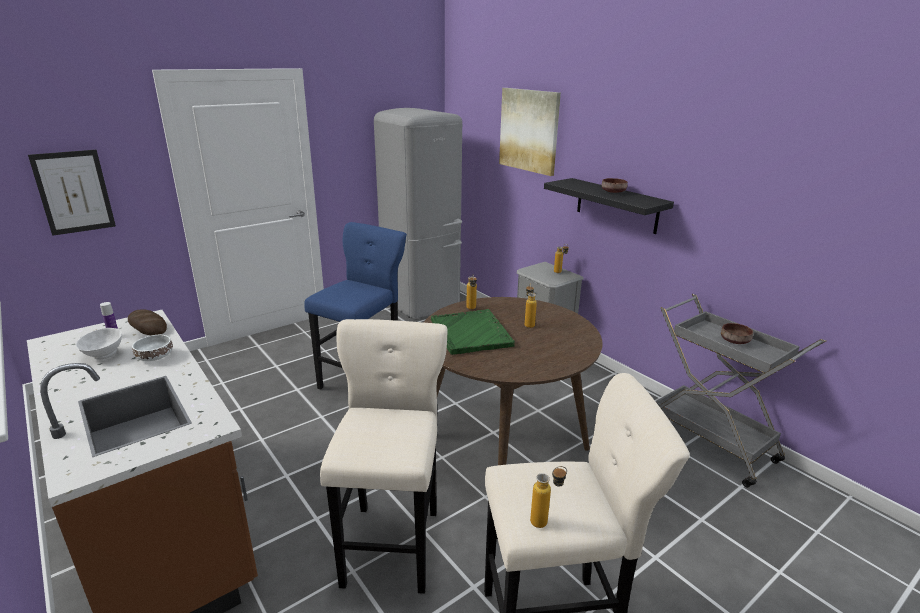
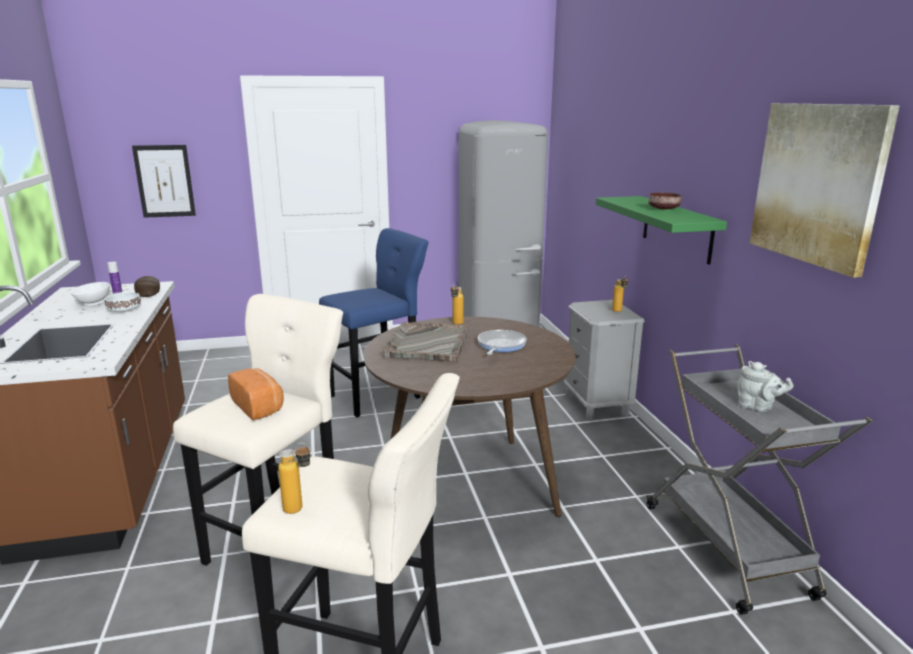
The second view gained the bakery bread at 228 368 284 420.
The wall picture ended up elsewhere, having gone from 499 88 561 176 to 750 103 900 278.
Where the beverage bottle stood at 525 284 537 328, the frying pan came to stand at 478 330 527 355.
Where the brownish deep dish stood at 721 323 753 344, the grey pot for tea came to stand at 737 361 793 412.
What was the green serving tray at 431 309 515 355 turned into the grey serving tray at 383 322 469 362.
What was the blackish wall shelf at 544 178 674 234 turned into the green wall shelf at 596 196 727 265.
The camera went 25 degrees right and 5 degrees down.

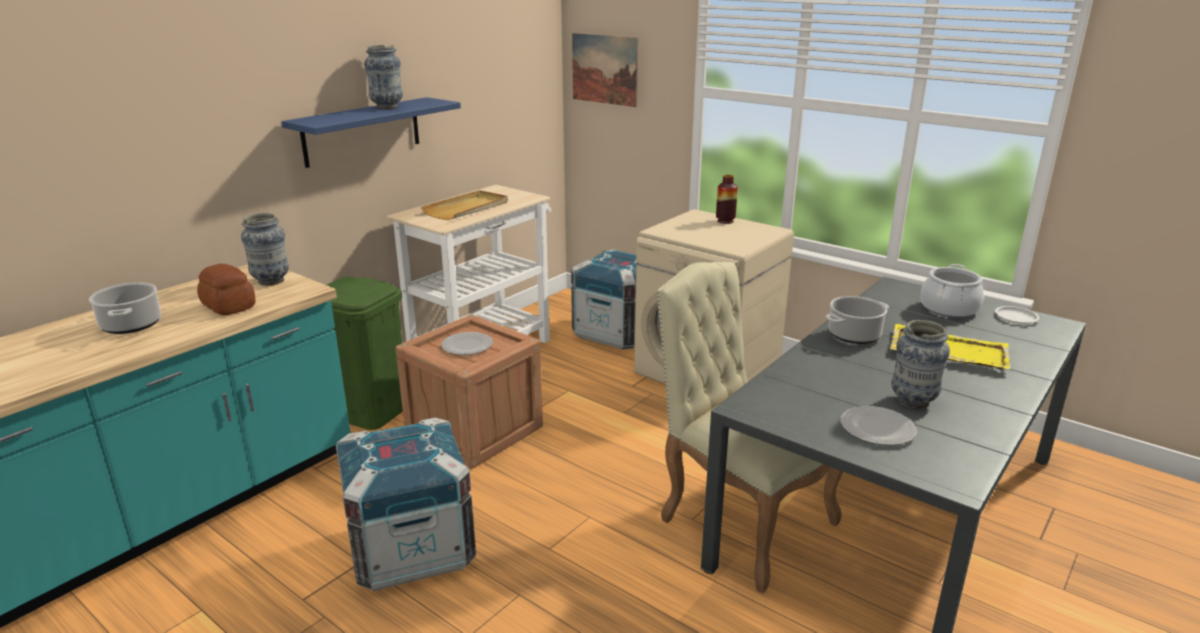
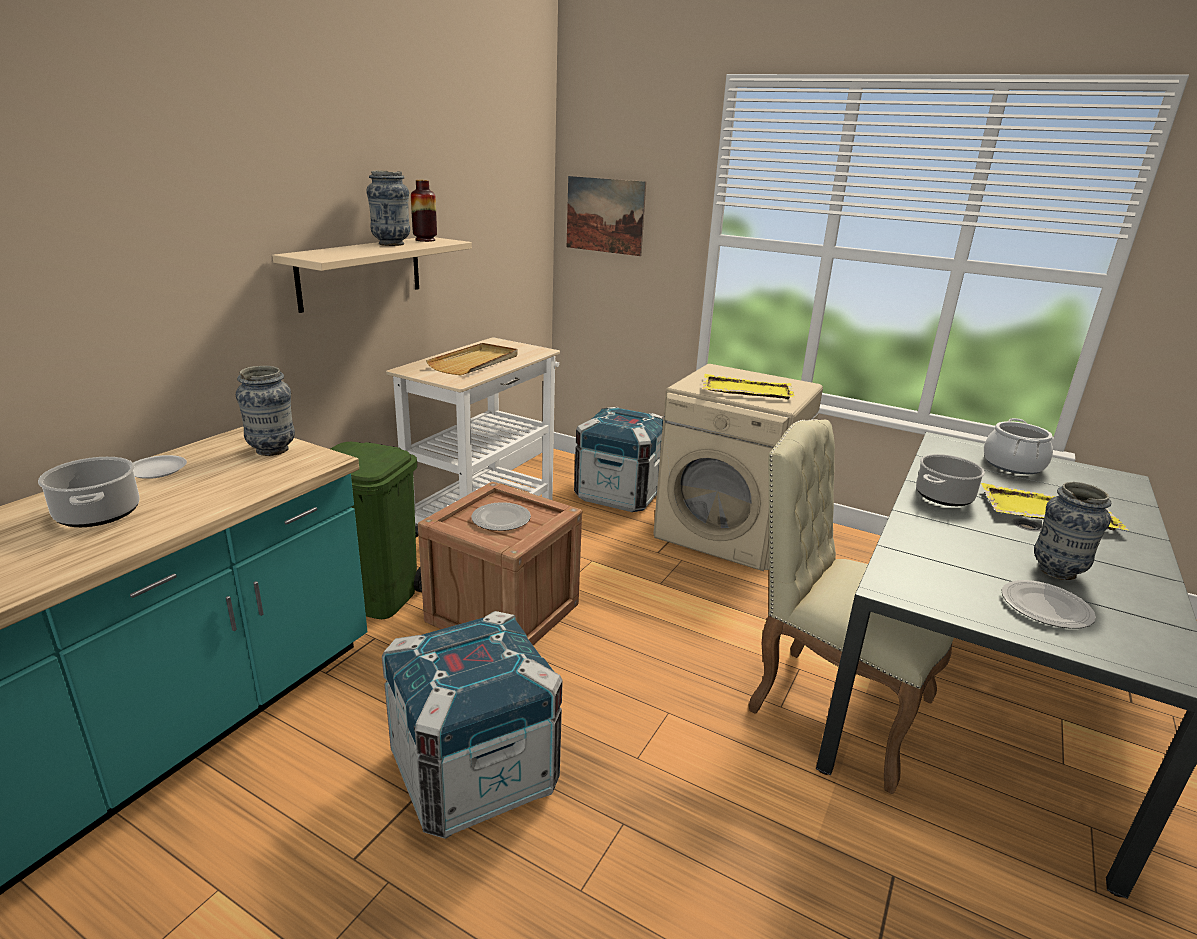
The second view lost the bakery bread at 197 264 256 315.
The second view gained the yellow-coloured serving tray at 702 374 795 399.
The flower vase ended up elsewhere, having gone from 716 175 738 224 to 411 180 437 242.
The white plate ended up elsewhere, having gone from 995 306 1039 324 to 133 455 187 479.
What was the blue wall shelf at 281 97 461 168 turned into the beige-coloured wall shelf at 272 237 472 313.
The camera went 10 degrees left and 0 degrees up.

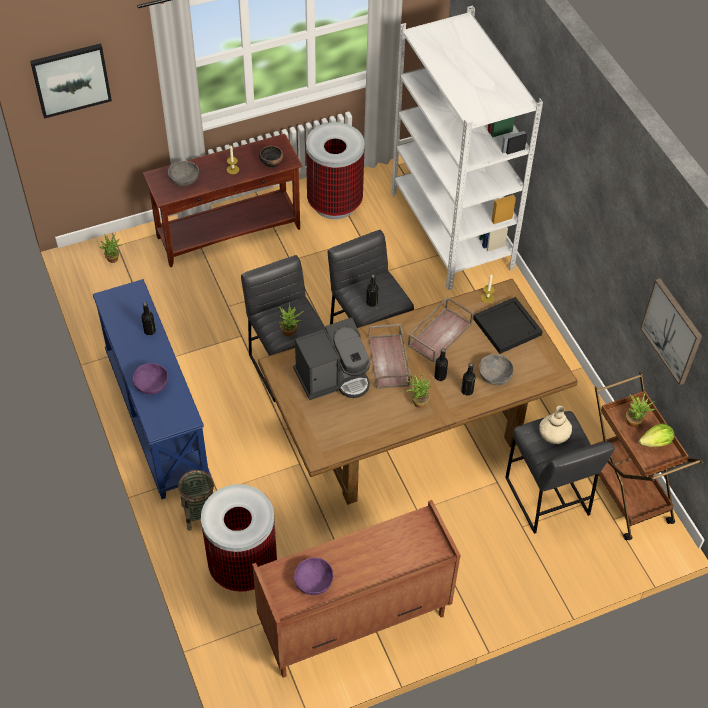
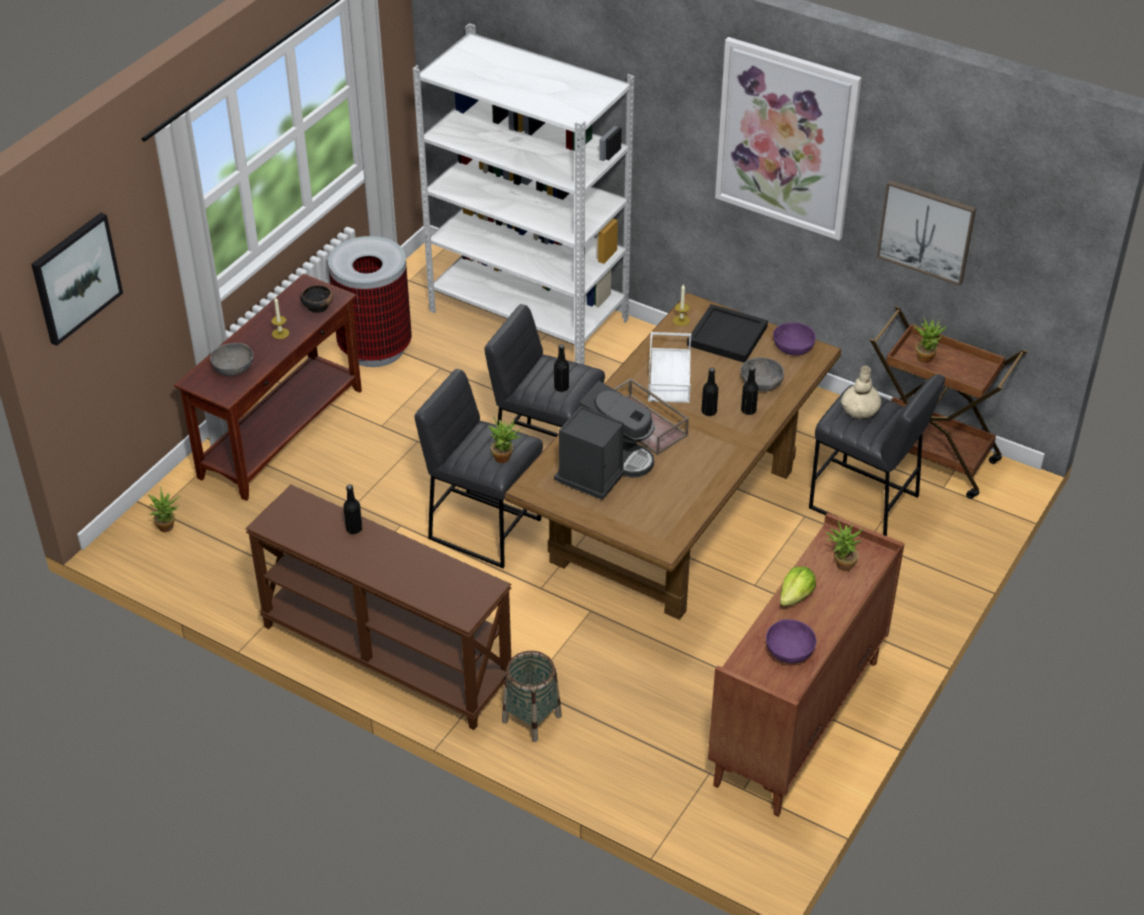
The second view lost the trash can at 201 484 277 592.
The second view gained the wall picture at 715 37 862 241.
The purplish deep dish ended up elsewhere, having gone from 133 363 168 395 to 773 322 816 356.
The plant in a pot ended up elsewhere, having gone from 405 372 431 408 to 825 520 863 571.
The lettuce head ended up elsewhere, having gone from 638 424 674 447 to 780 566 816 606.
What was the blue hall table at 93 279 211 499 turned into the brownish hall table at 245 485 511 730.
What was the brownish serving tray at 408 297 473 363 turned into the white serving tray at 648 332 691 403.
The camera went 35 degrees left and 10 degrees down.

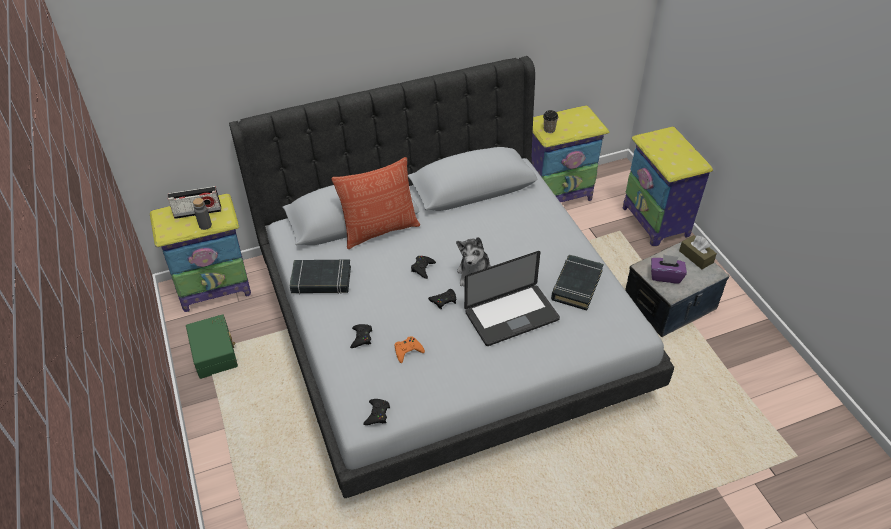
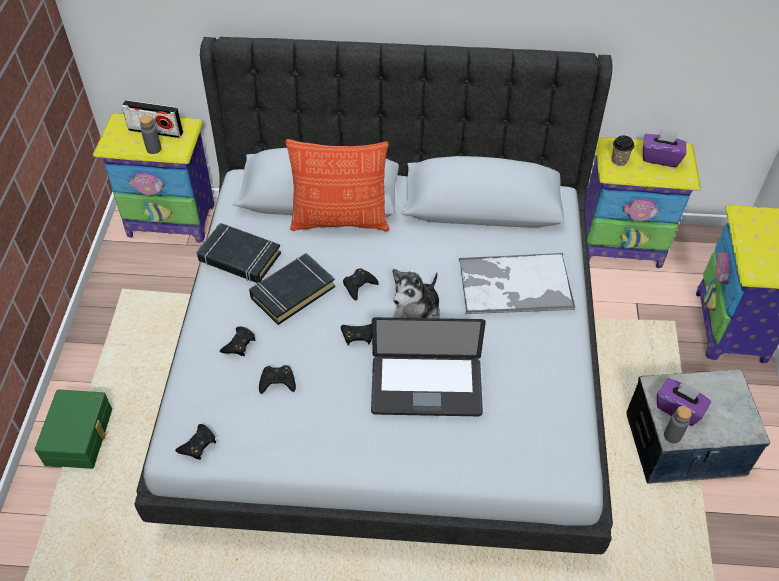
The second view lost the brownish tissue holder at 679 235 717 269.
The second view gained the serving tray at 459 253 575 314.
The second view gained the purplish tissue holder at 643 129 686 167.
The second view gained the grey beverage bottle at 664 406 692 443.
The green storage bin ended up elsewhere, having gone from 186 314 238 379 to 35 389 112 469.
The blackish bound book ended up elsewhere, having gone from 551 255 604 311 to 249 253 335 325.
What was the orangey gamepad at 394 336 425 363 turned into the blackish gamepad at 259 365 296 394.
The camera went 25 degrees right and 5 degrees up.

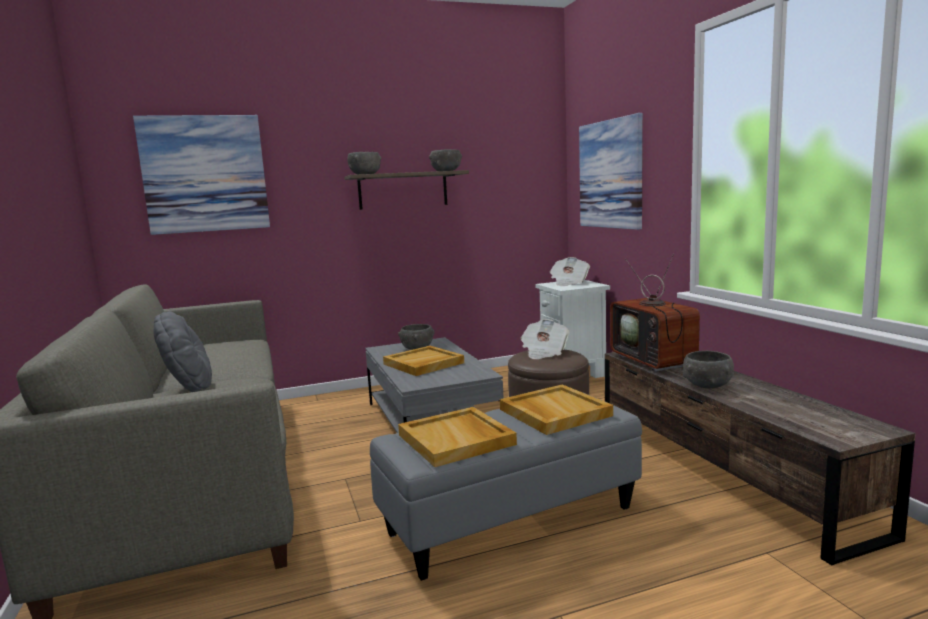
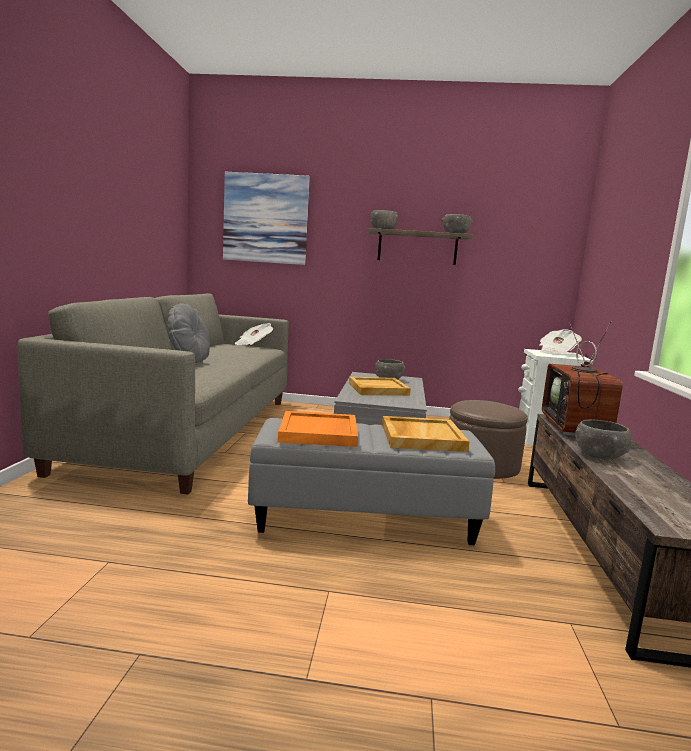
The second view lost the wall picture at 579 113 643 230.
The newspaper ended up elsewhere, having gone from 521 319 570 359 to 235 323 273 345.
What was the beige-coloured serving tray at 398 407 517 467 turned into the orangey serving tray at 278 411 358 447.
The camera went 25 degrees right and 0 degrees up.

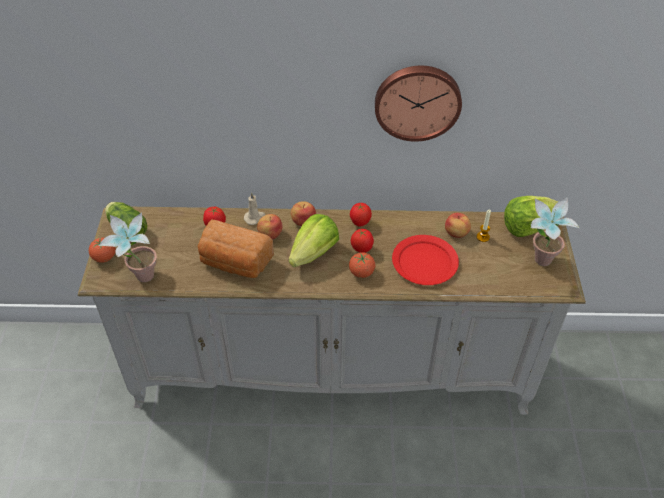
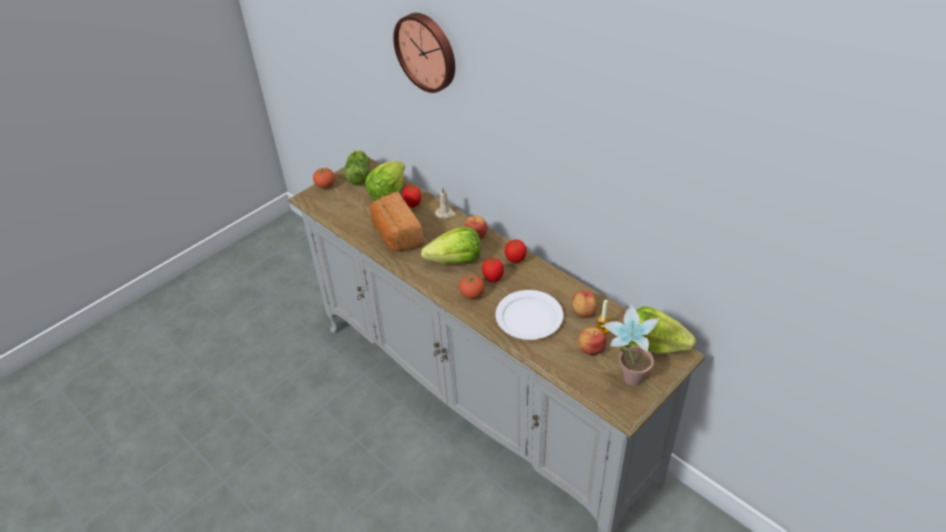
The second view lost the plant in a pot at 99 212 157 282.
The second view gained the lettuce head at 365 161 405 201.
The apple ended up elsewhere, having gone from 257 214 283 239 to 578 327 607 355.
The wall clock ended up elsewhere, having gone from 375 66 462 142 to 393 13 455 93.
What was the red-coloured plate at 392 235 459 285 turned into the white plate at 495 290 563 340.
The camera went 45 degrees right and 5 degrees down.

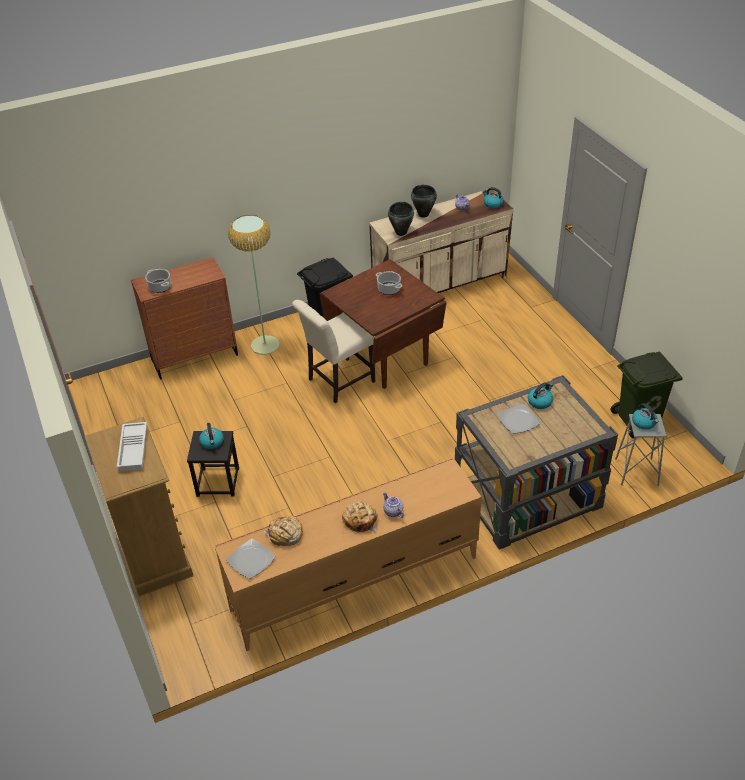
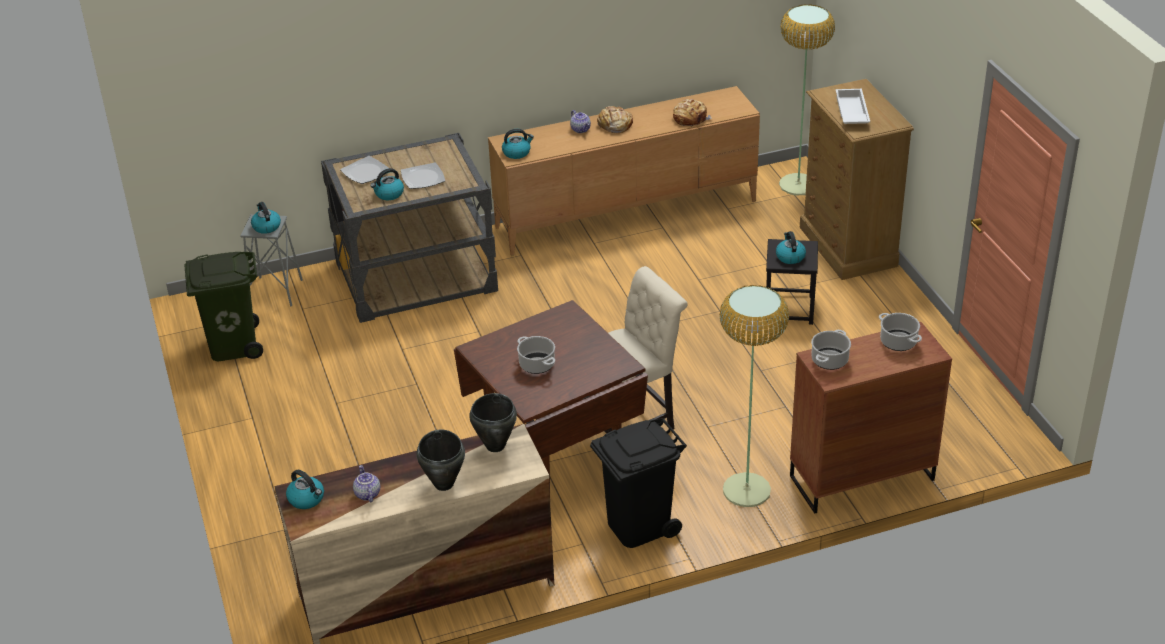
The second view gained the kettle at 502 129 534 159.
The second view gained the floor lamp at 779 4 835 195.
The second view gained the cooking pot at 811 330 851 370.
The plate ended up elsewhere, having gone from 226 538 276 579 to 340 156 388 184.
The camera went 175 degrees left and 5 degrees down.

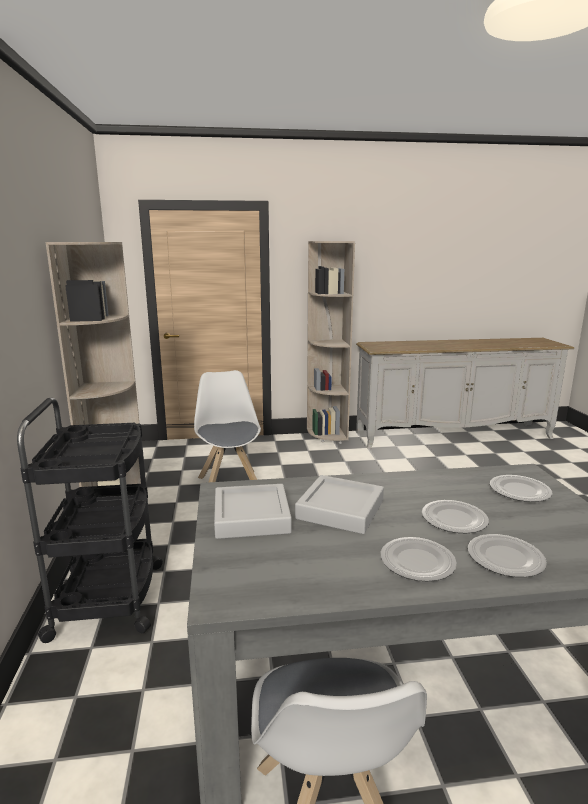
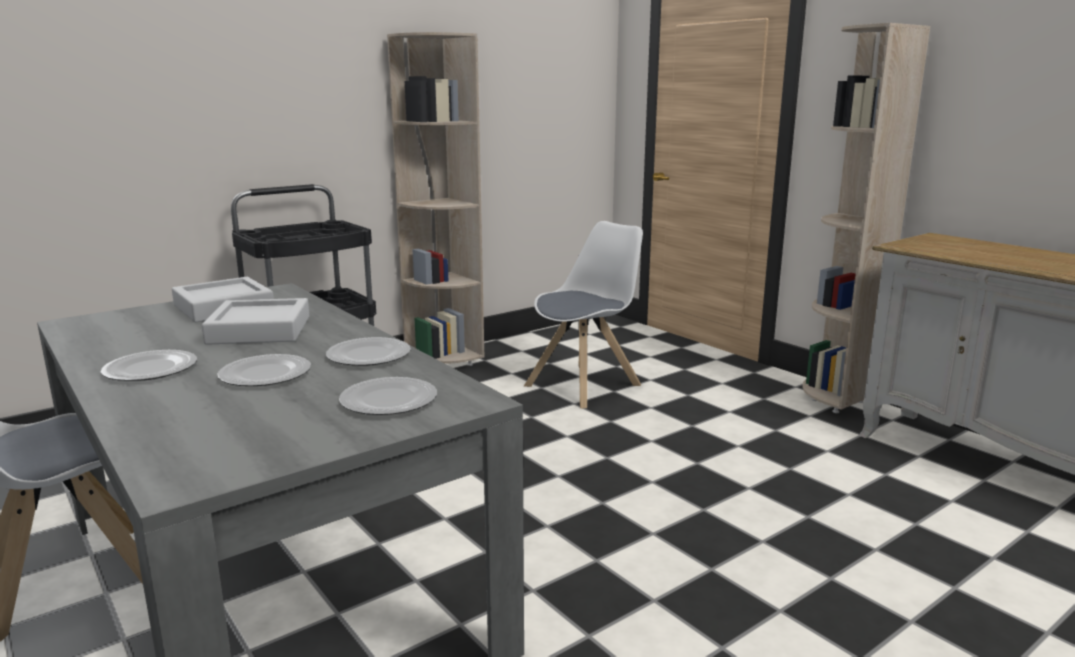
The plate ended up elsewhere, having gone from 468 534 547 577 to 326 337 411 366.
The camera went 60 degrees right and 0 degrees up.

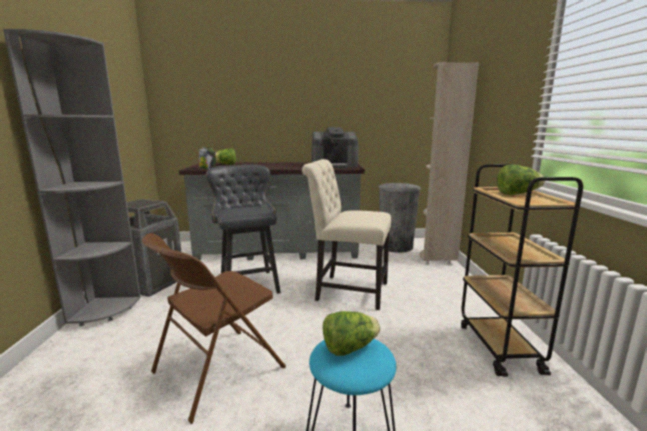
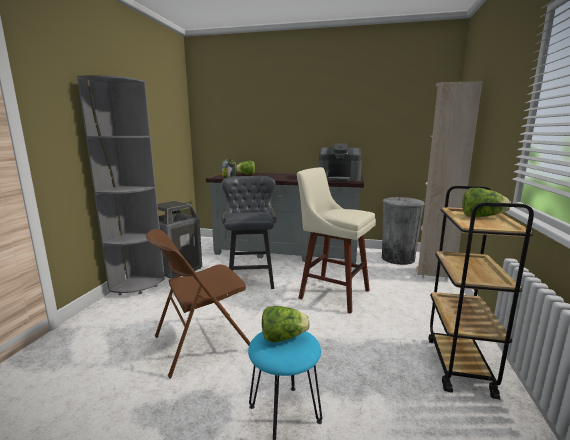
Where the beige-coloured upright chair stood at 302 159 391 310, the beige-coloured sitting stool came to stand at 297 167 376 313.
The camera went 15 degrees right and 0 degrees up.

